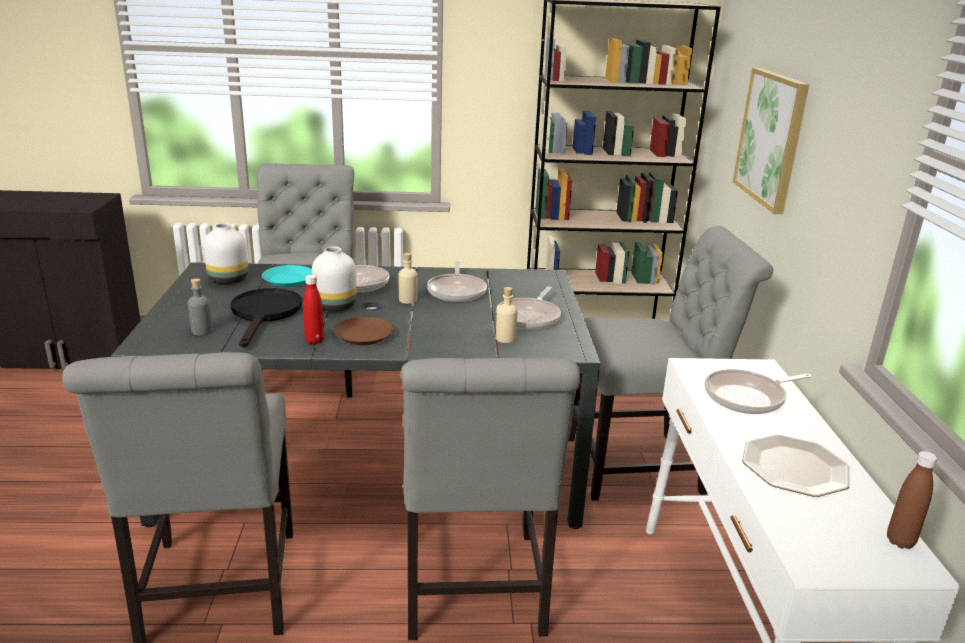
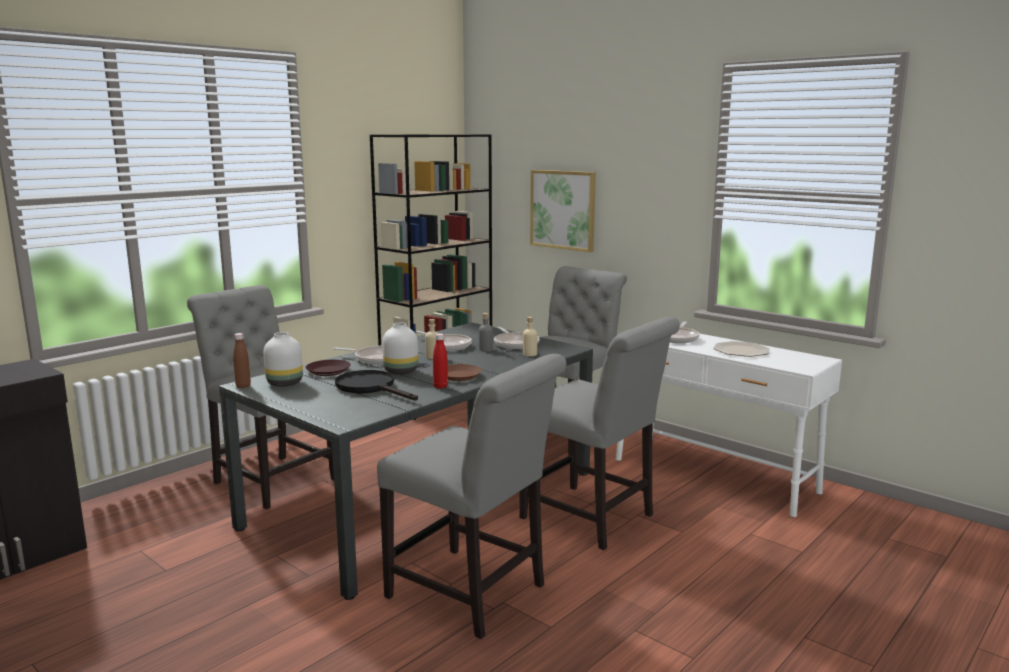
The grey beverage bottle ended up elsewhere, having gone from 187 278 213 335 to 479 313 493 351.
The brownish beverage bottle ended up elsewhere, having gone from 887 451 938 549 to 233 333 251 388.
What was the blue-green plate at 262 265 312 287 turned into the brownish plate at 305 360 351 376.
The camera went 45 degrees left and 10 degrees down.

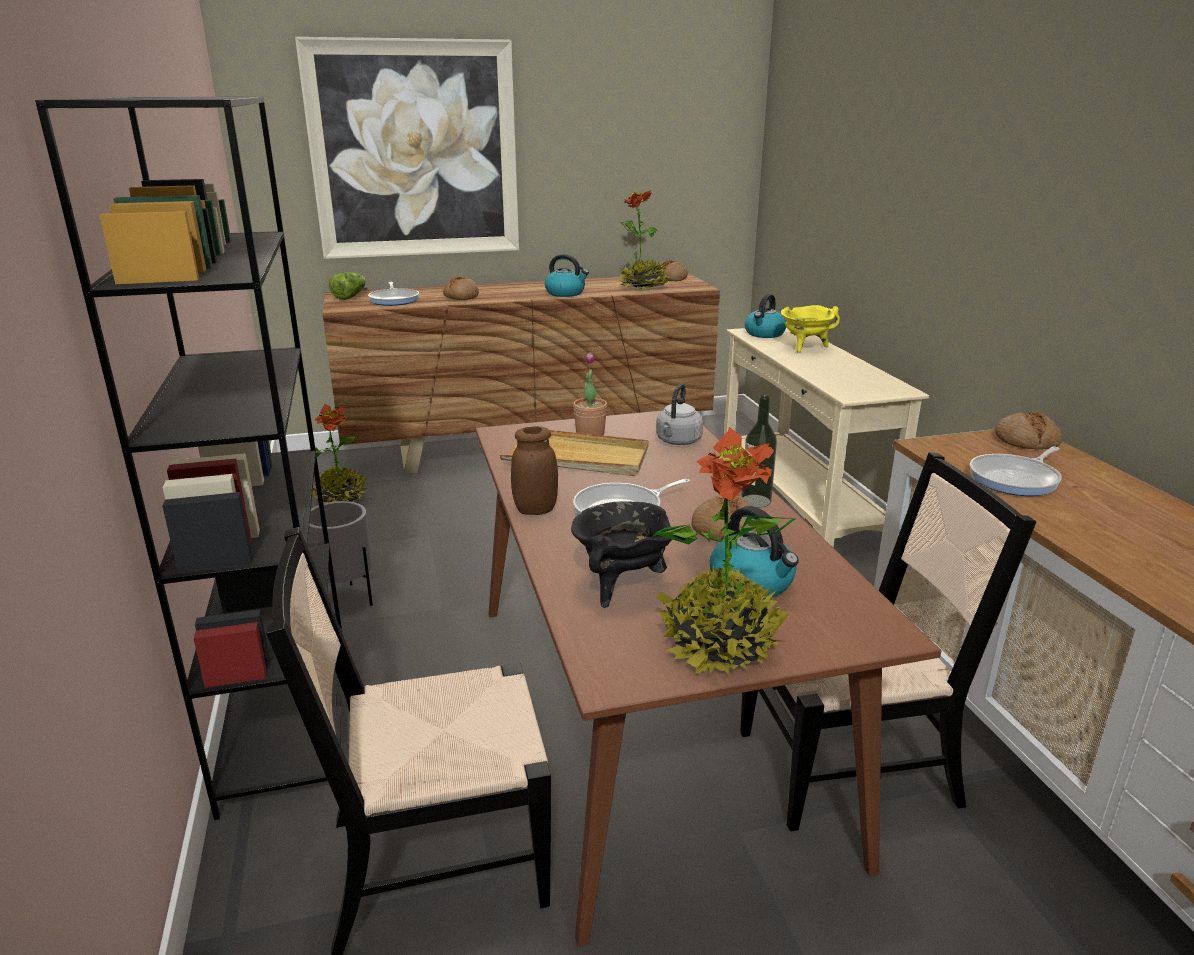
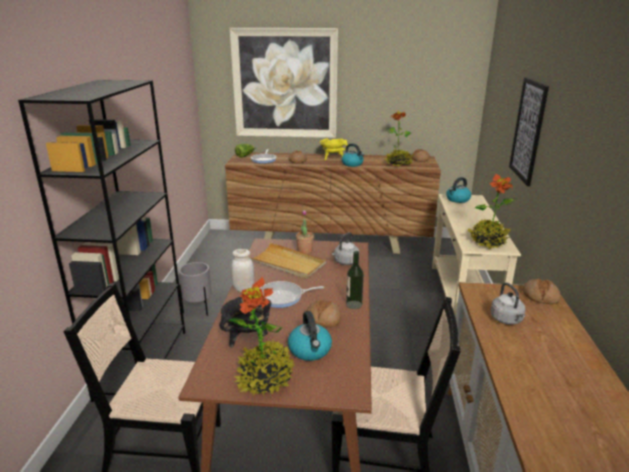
The second view gained the wall picture at 509 77 549 186.
The plant in a pot ended up elsewhere, having gone from 312 404 367 504 to 467 174 516 250.
The yellow-coloured cooking pot ended up elsewhere, having gone from 781 305 840 353 to 320 138 348 160.
Where the frying pan stood at 970 447 1062 496, the grey kettle came to stand at 490 282 526 325.
What was the brownish storage jar at 511 426 558 515 turned into the white storage jar at 231 249 255 292.
The camera went 20 degrees right and 0 degrees up.

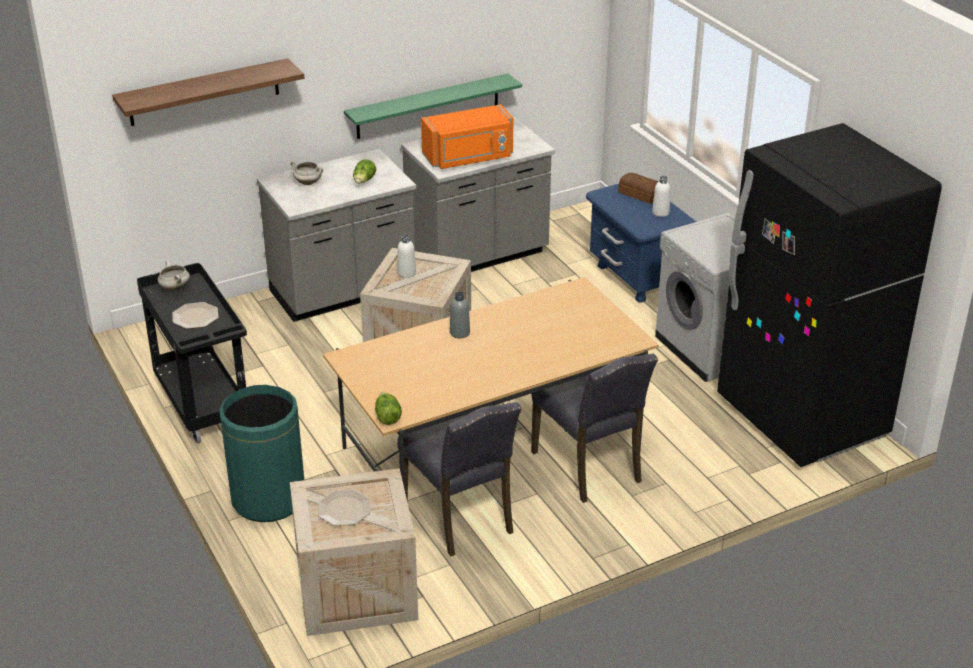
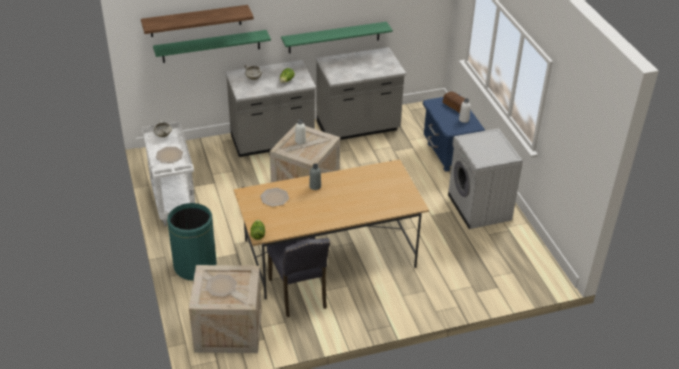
The second view lost the orangey kitchen microwave at 421 104 513 169.
The second view lost the grey upright chair at 531 353 658 503.
The second view lost the blackish fridge at 717 123 942 467.
The second view gained the green wall shelf at 153 30 271 63.
The second view gained the plate at 260 188 289 207.
What was the blackish trolley at 137 263 247 443 turned into the white trolley at 142 122 195 226.
The camera went 10 degrees right and 5 degrees up.

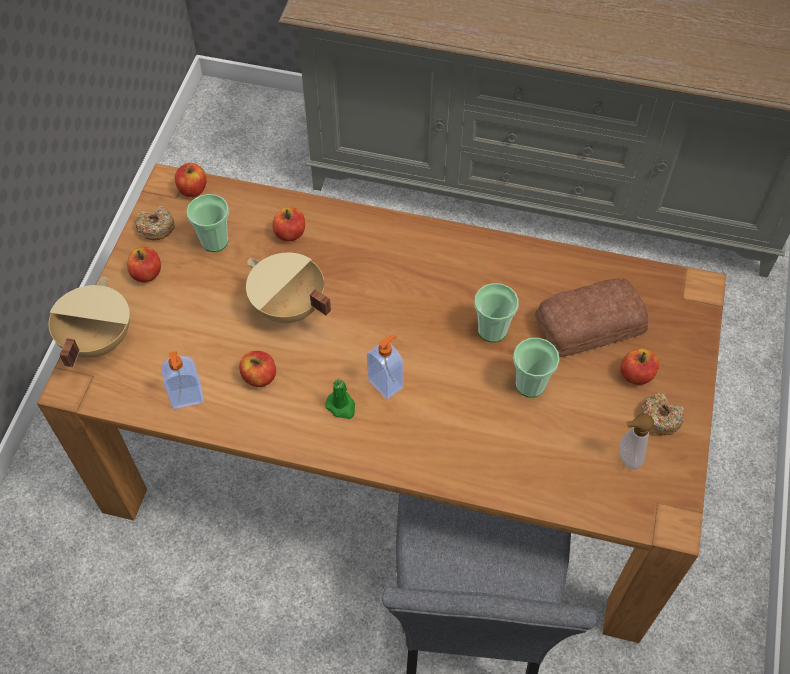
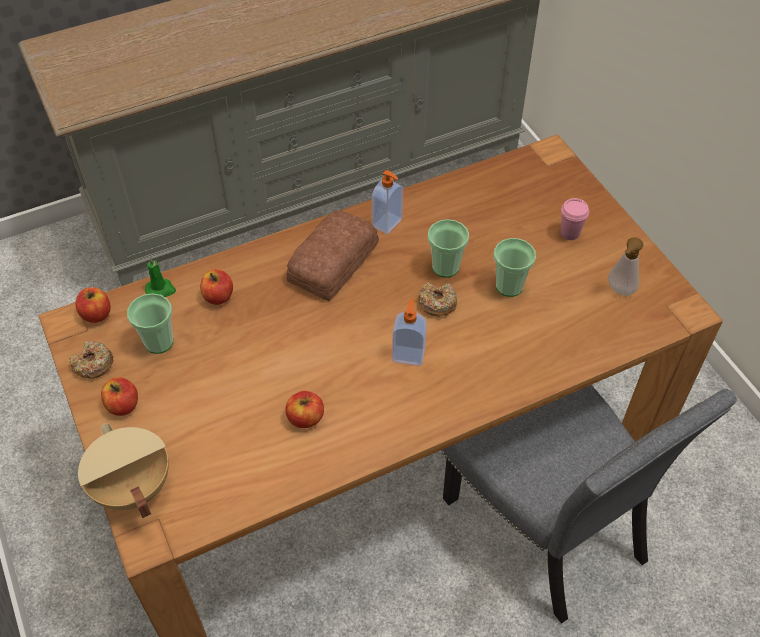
The second view lost the beige-coloured cooking pot at 246 253 331 323.
The soap dispenser ended up elsewhere, having gone from 161 351 204 409 to 372 170 403 234.
The green wax candle ended up elsewhere, having gone from 325 378 355 419 to 145 257 176 297.
The bakery bread ended up elsewhere, having gone from 535 278 648 358 to 286 210 379 301.
The doughnut ended up elsewhere, having gone from 640 393 684 435 to 418 282 457 316.
Where the apple stood at 621 348 659 385, the pink-coloured cup came to stand at 561 198 589 240.
The camera went 40 degrees left and 5 degrees down.

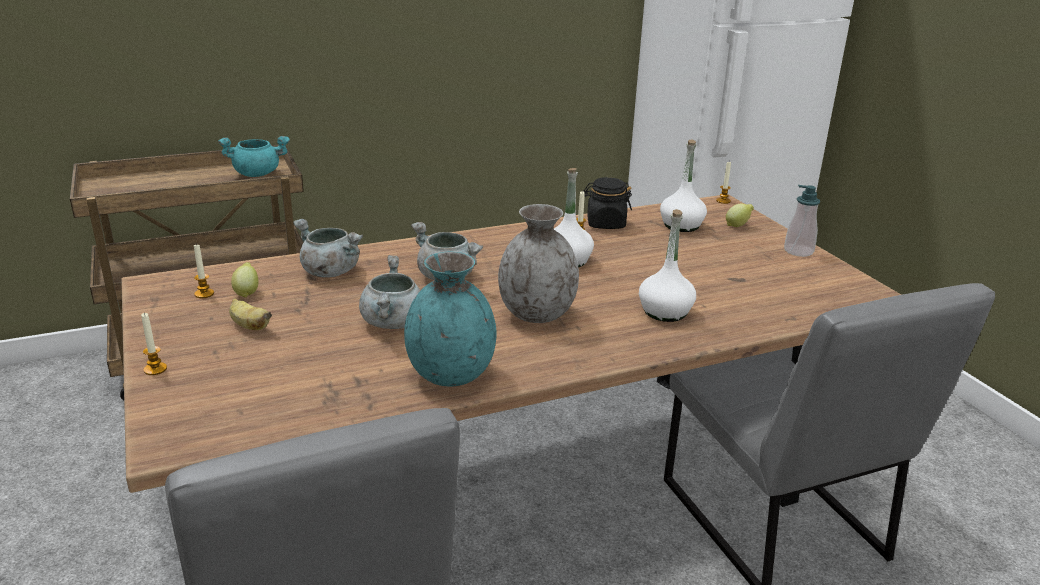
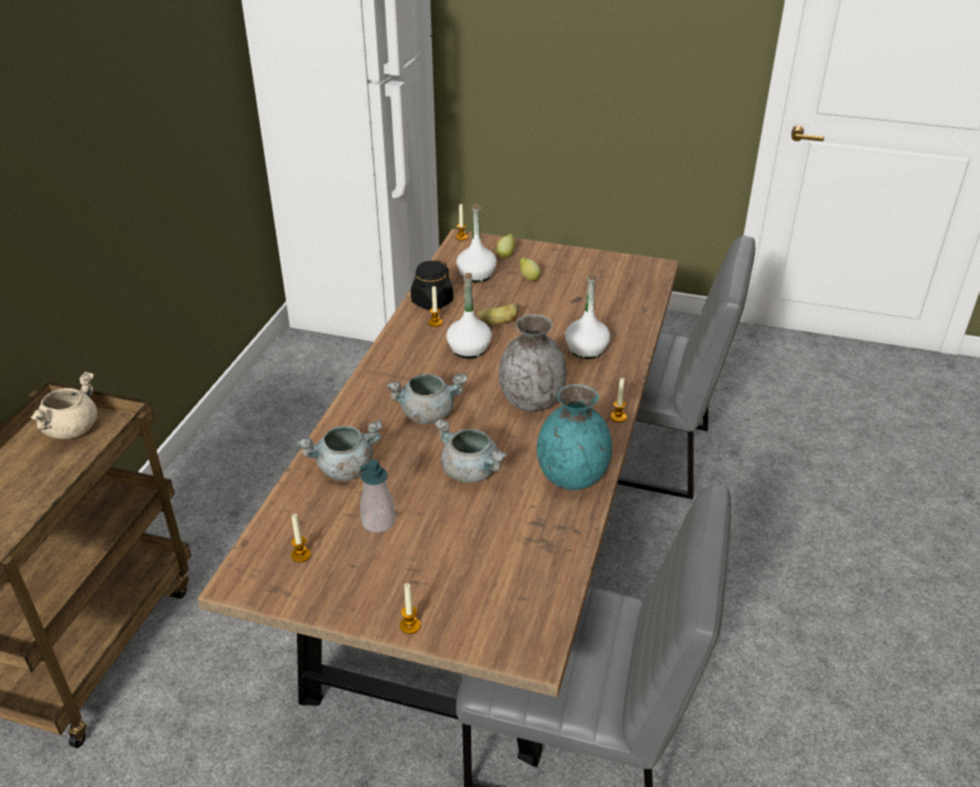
The second view gained the wax candle at 610 378 627 422.
The banana ended up elsewhere, having gone from 229 298 272 330 to 476 303 520 325.
The citrus fruit ended up elsewhere, having gone from 231 262 259 298 to 519 258 541 281.
The soap dispenser ended up elsewhere, having gone from 784 185 820 257 to 359 460 395 533.
What was the blue-green cooking pot at 218 136 290 177 turned into the beige-coloured cooking pot at 31 372 97 439.
The camera went 50 degrees left and 10 degrees up.

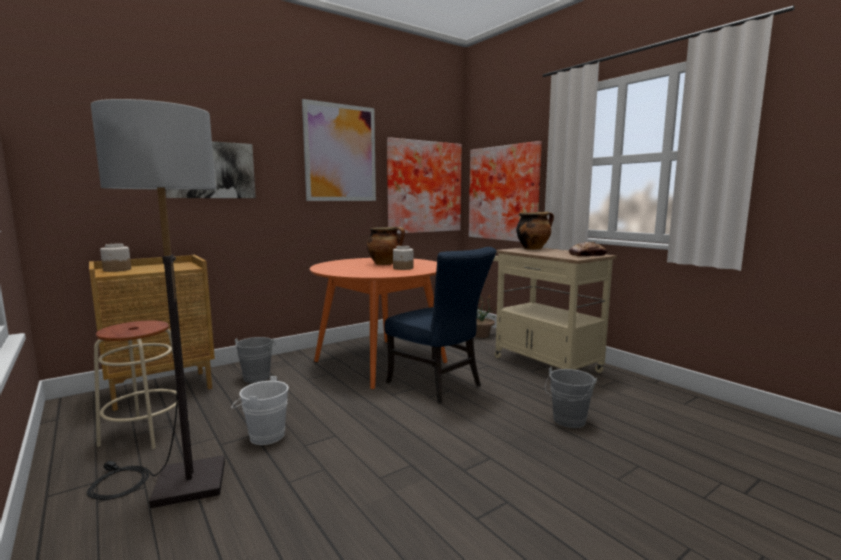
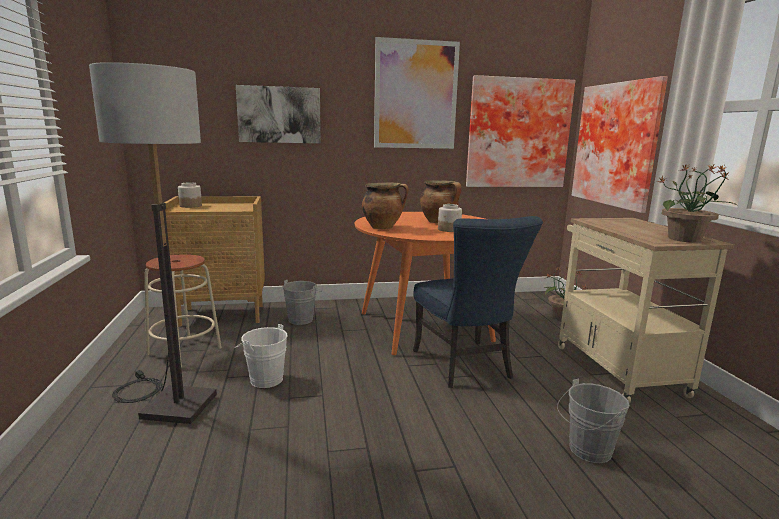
The cooking pot ended up elsewhere, having gone from 516 212 554 250 to 362 182 409 229.
Where the bakery bread stood at 569 242 607 256, the plant in a pot came to stand at 657 163 738 243.
The camera went 25 degrees right and 5 degrees up.

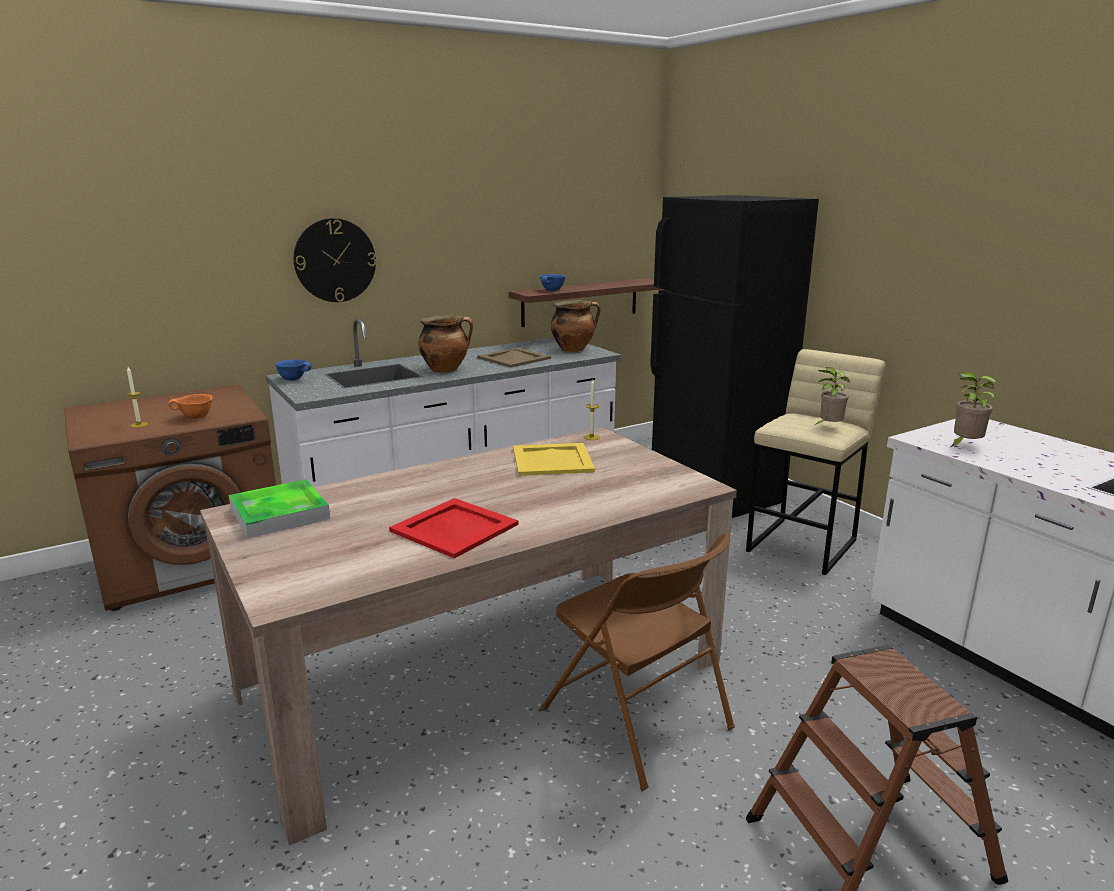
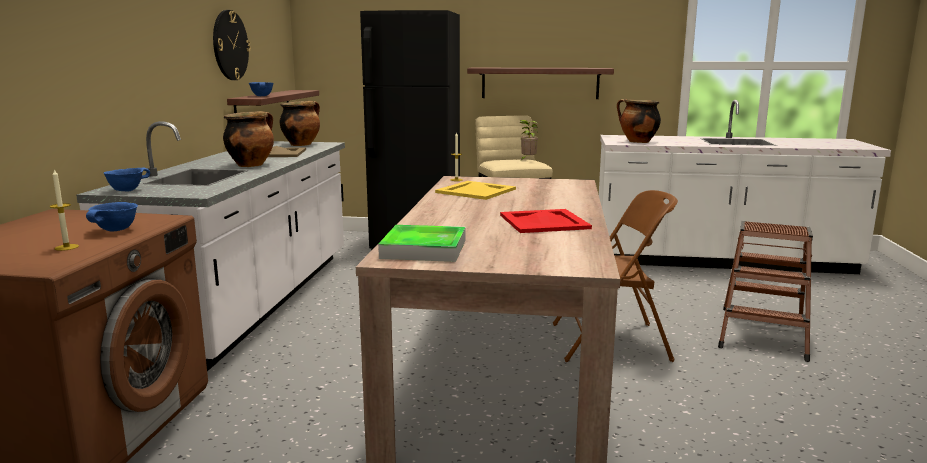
The second view gained the wall shelf at 467 68 614 99.
The wall clock ended up elsewhere, having gone from 294 218 376 302 to 213 10 251 80.
Where the plant in a pot stood at 951 372 997 447, the cooking pot came to stand at 617 99 661 143.
What was the orangey deep dish at 168 394 213 419 turned into the blue deep dish at 86 202 138 231.
The camera went 50 degrees left and 5 degrees down.

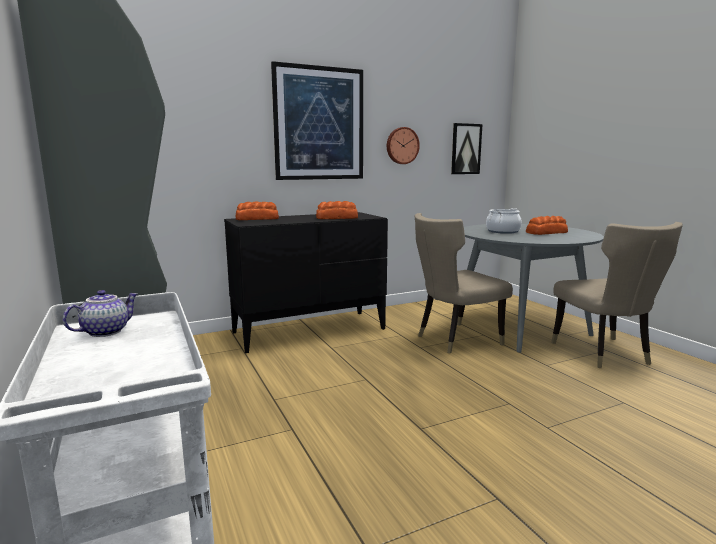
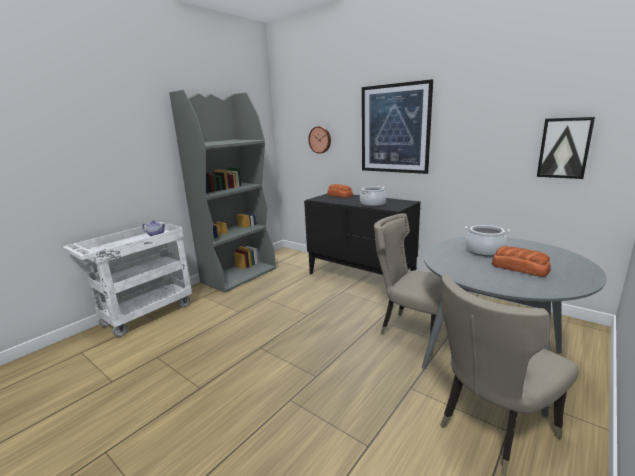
The wall clock ended up elsewhere, having gone from 387 127 420 164 to 308 126 331 154.
Where the bakery bread stood at 316 201 358 219, the cooking pot came to stand at 360 186 386 207.
The camera went 65 degrees right and 5 degrees up.

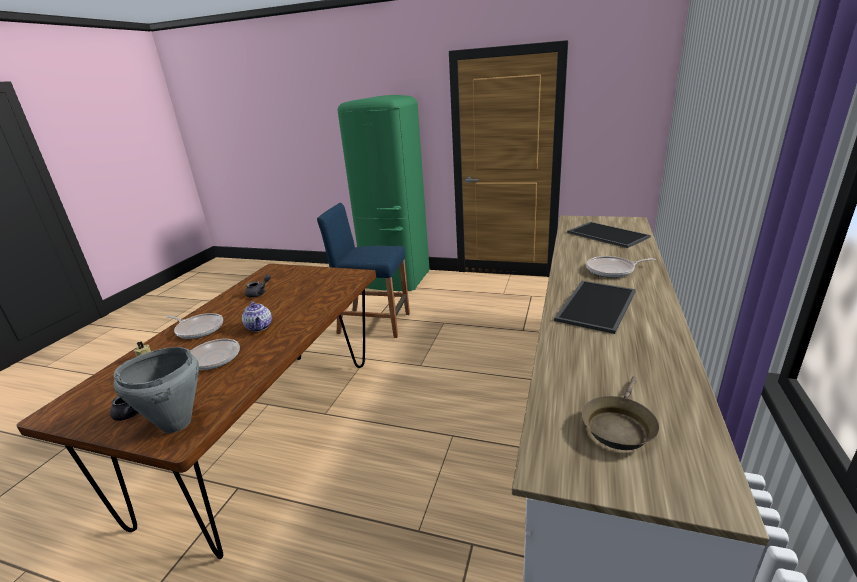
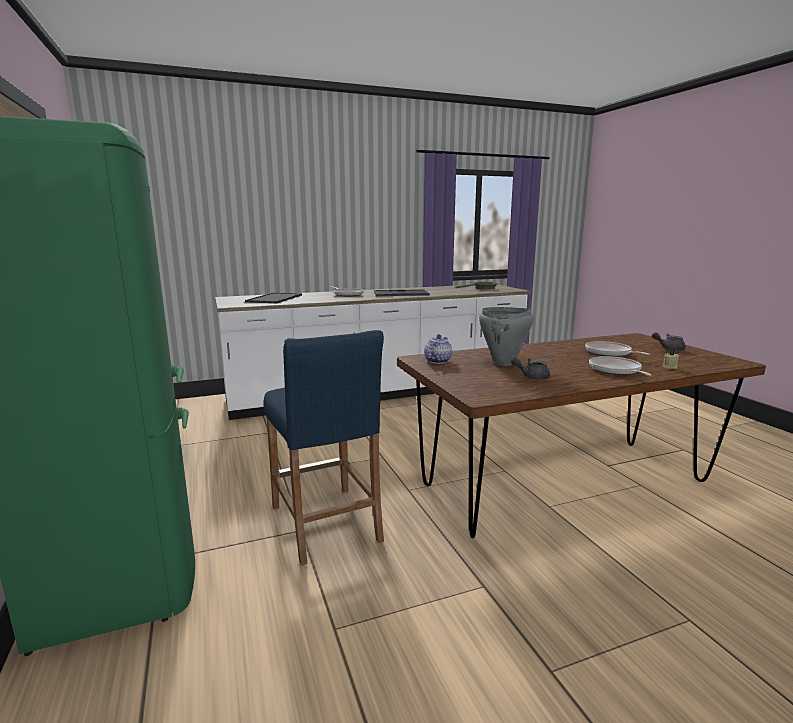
The grey cooking pot ended up elsewhere, having gone from 114 347 199 433 to 479 307 534 366.
The pot for tea ended up elsewhere, having gone from 242 301 272 332 to 424 335 452 364.
The camera went 130 degrees left and 10 degrees down.

